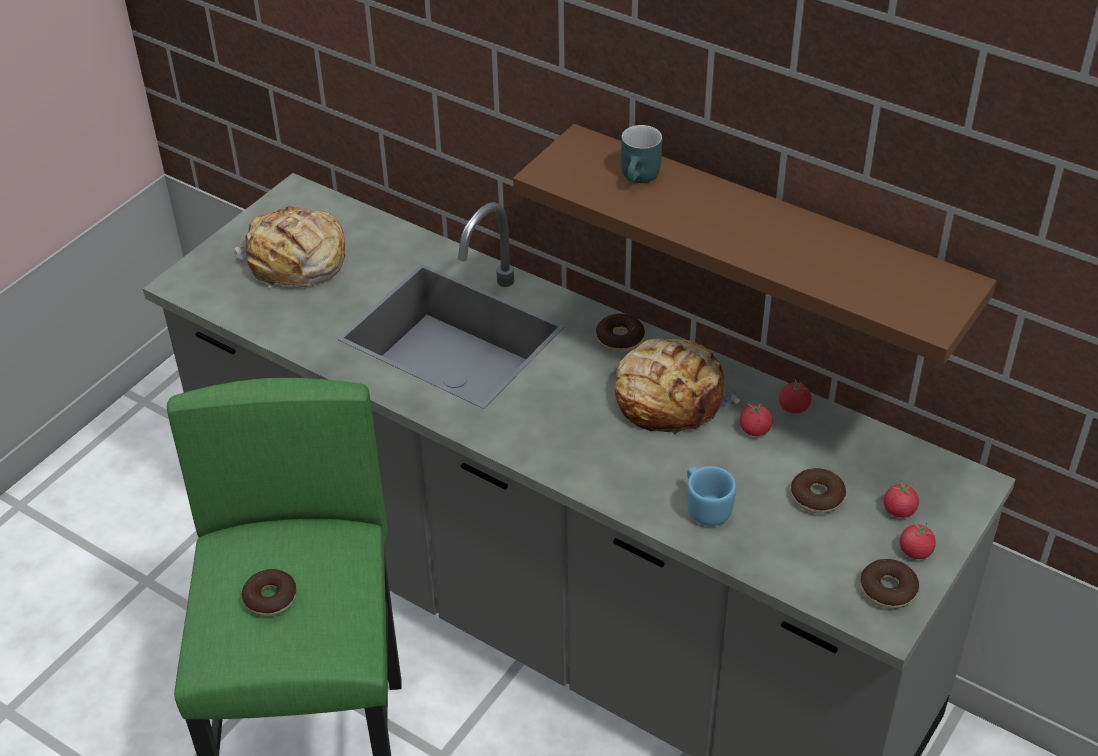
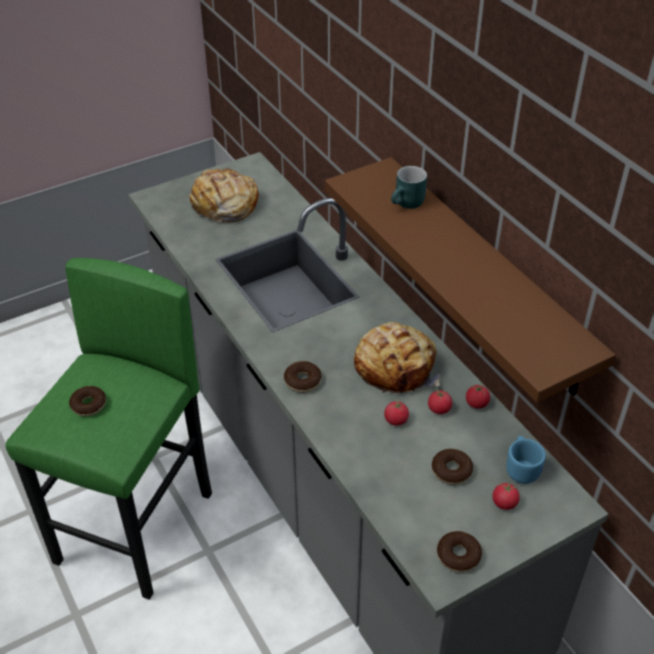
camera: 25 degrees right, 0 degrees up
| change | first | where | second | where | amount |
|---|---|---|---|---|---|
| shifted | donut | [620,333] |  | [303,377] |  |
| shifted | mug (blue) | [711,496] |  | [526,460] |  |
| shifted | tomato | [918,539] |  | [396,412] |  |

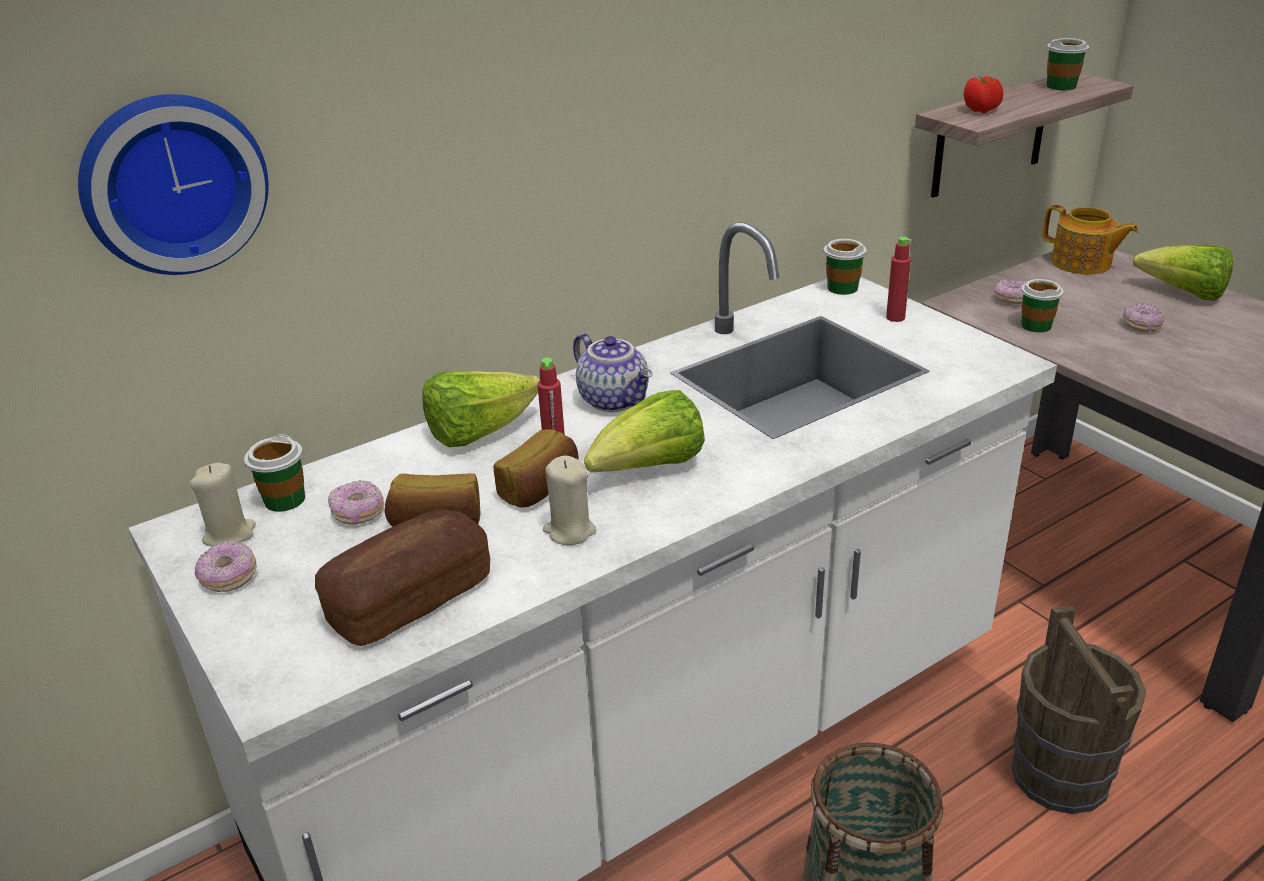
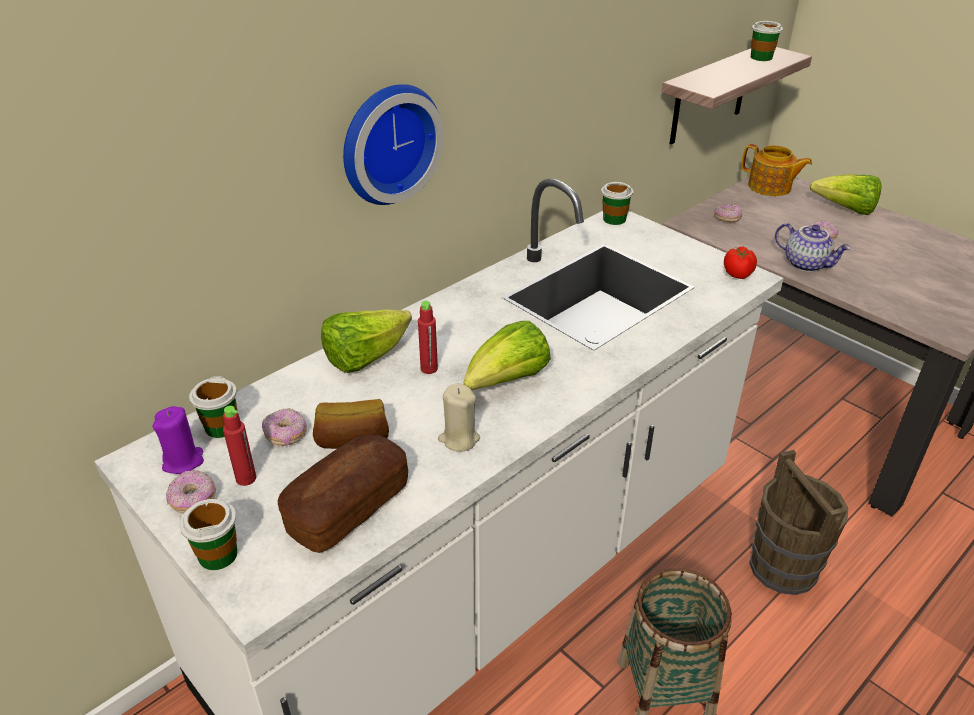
camera: 10 degrees left, 5 degrees up
| change | first | where | second | where | amount |
|---|---|---|---|---|---|
| gone | bread | [536,468] |  |  |  |
| shifted | wall clock | [173,184] |  | [393,144] |  |
| shifted | teapot | [612,372] |  | [813,247] |  |
| shifted | bottle (red) | [899,279] |  | [239,446] |  |
| shifted | tomato | [984,94] |  | [740,262] |  |
| shifted | cup | [1042,306] |  | [208,534] |  |
| repainted | candle (beige) | [223,505] | candle (purple) | [178,440] |  |

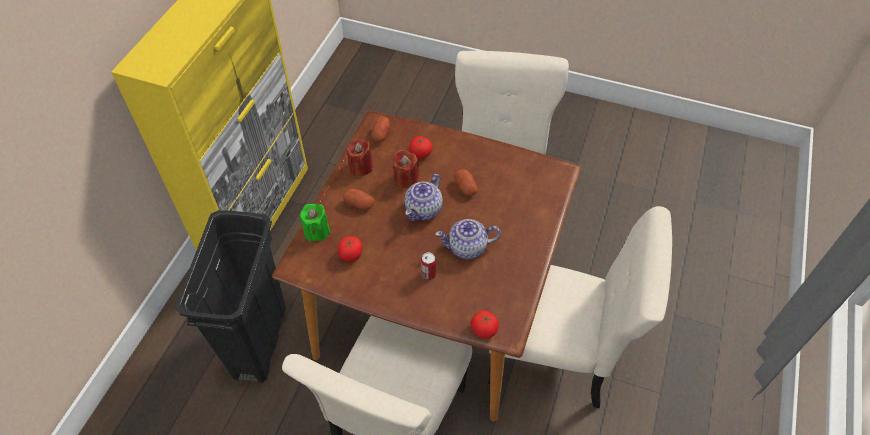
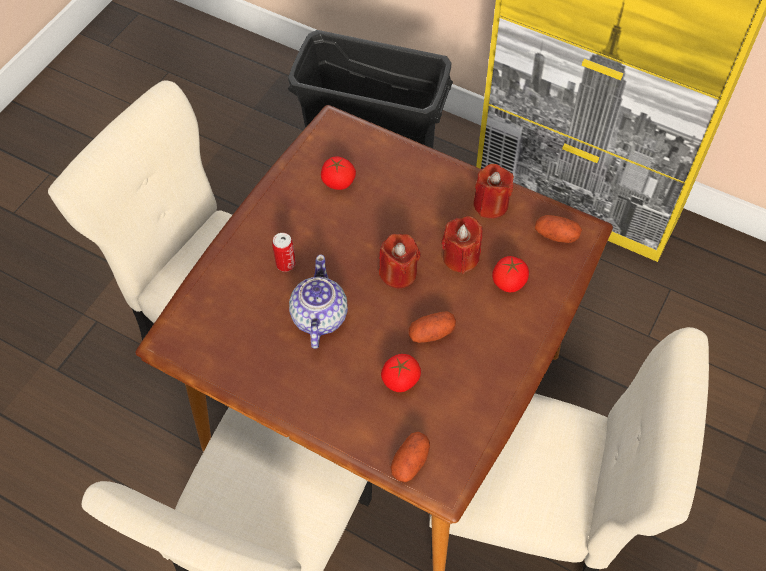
camera: 100 degrees right, 5 degrees up
| change | first | where | second | where | amount |
|---|---|---|---|---|---|
| gone | candle (green) | [315,223] |  |  |  |
| shifted | potato | [358,199] |  | [410,457] |  |
| shifted | tomato | [485,325] |  | [401,373] |  |
| swapped | teapot | [423,197] | candle (red) | [400,261] |  |

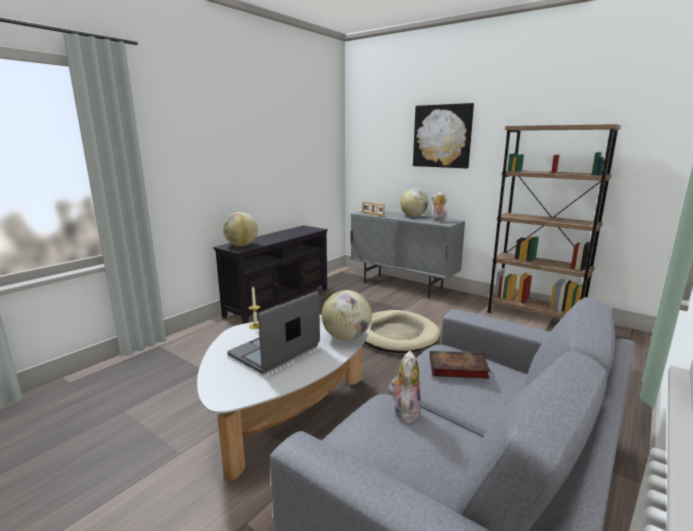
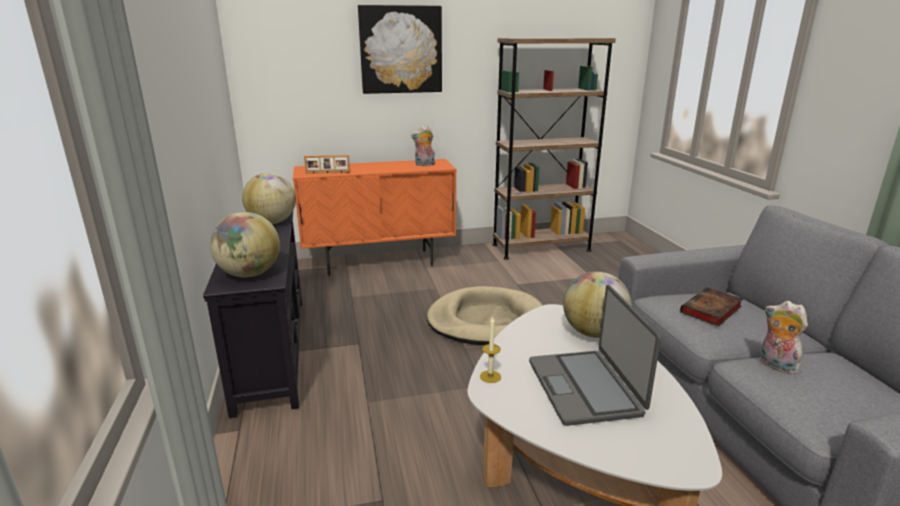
camera: 50 degrees left, 5 degrees up
| change | first | where | second | where | amount |
|---|---|---|---|---|---|
| shifted | globe | [414,203] |  | [269,198] |  |
| repainted | cabinet (grey) | [407,254] | cabinet (orange) | [375,217] |  |

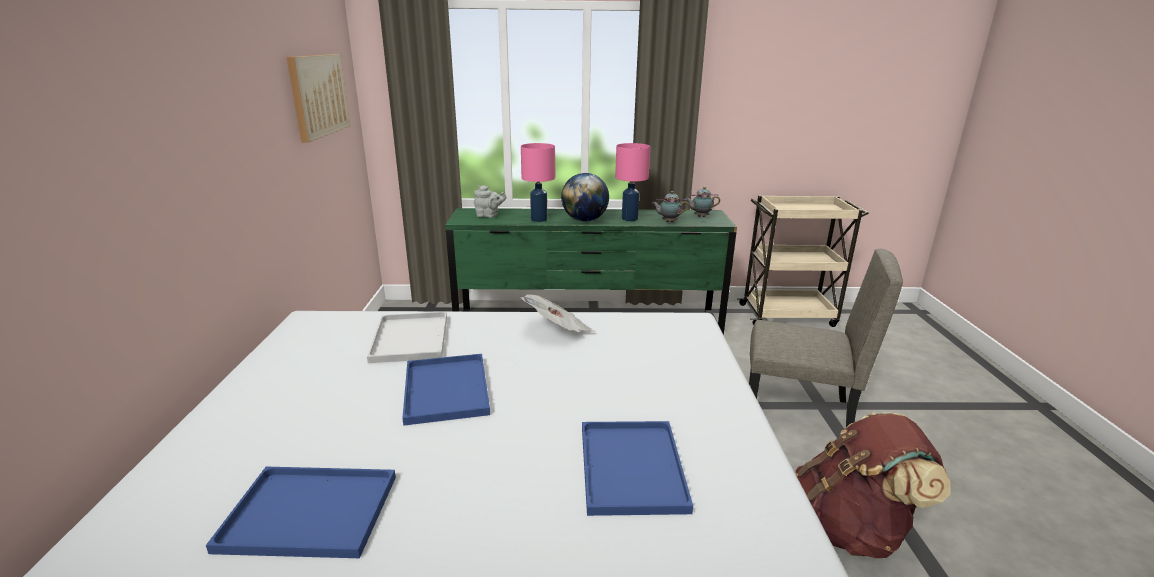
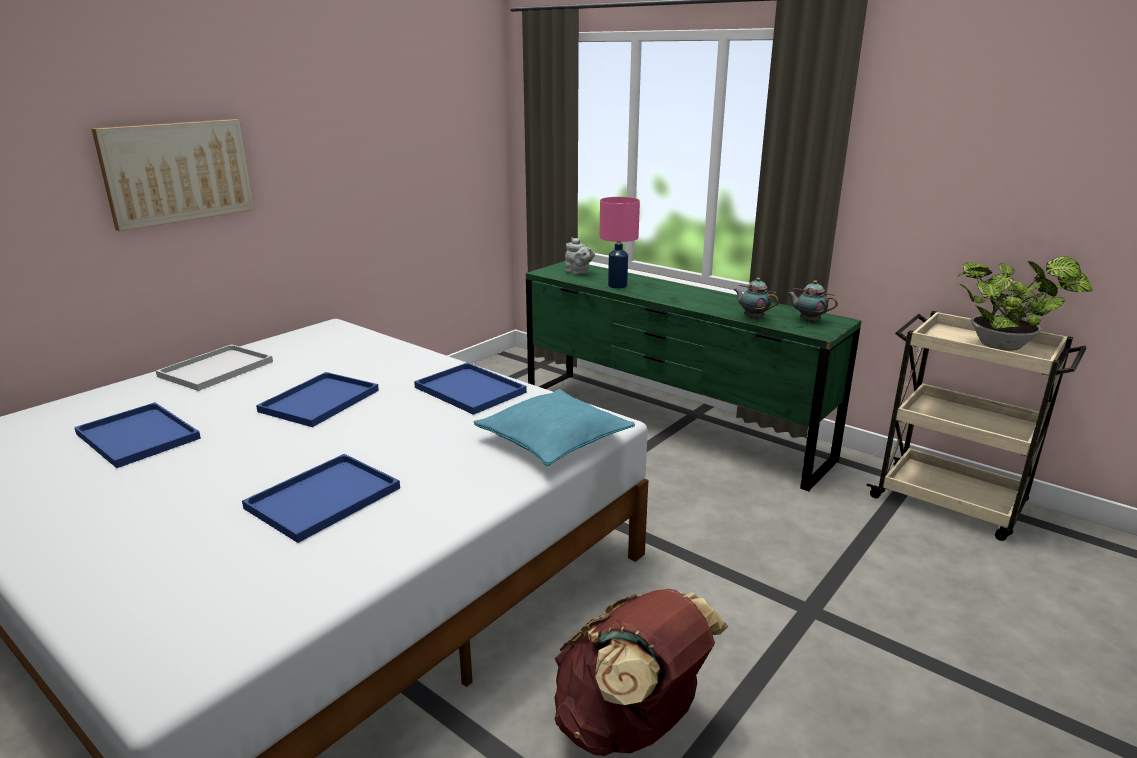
camera: 40 degrees right, 0 degrees up
| change | first | where | second | where | amount |
|---|---|---|---|---|---|
| gone | globe | [585,197] |  |  |  |
| gone | table lamp (pink) | [632,182] |  |  |  |
| gone | chair (beige) | [826,338] |  |  |  |
| new |  |  | pillow (turquoise) | [554,427] |  |
| new |  |  | potted plant | [1024,304] |  |
| shifted | picture | [318,98] |  | [172,175] |  |
| shifted | tray (white) | [407,337] |  | [214,367] |  |
| swapped | newspaper | [557,313] | tray (blue) | [470,389] |  |

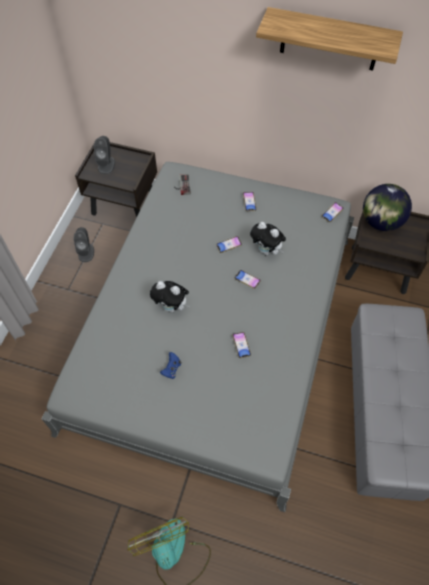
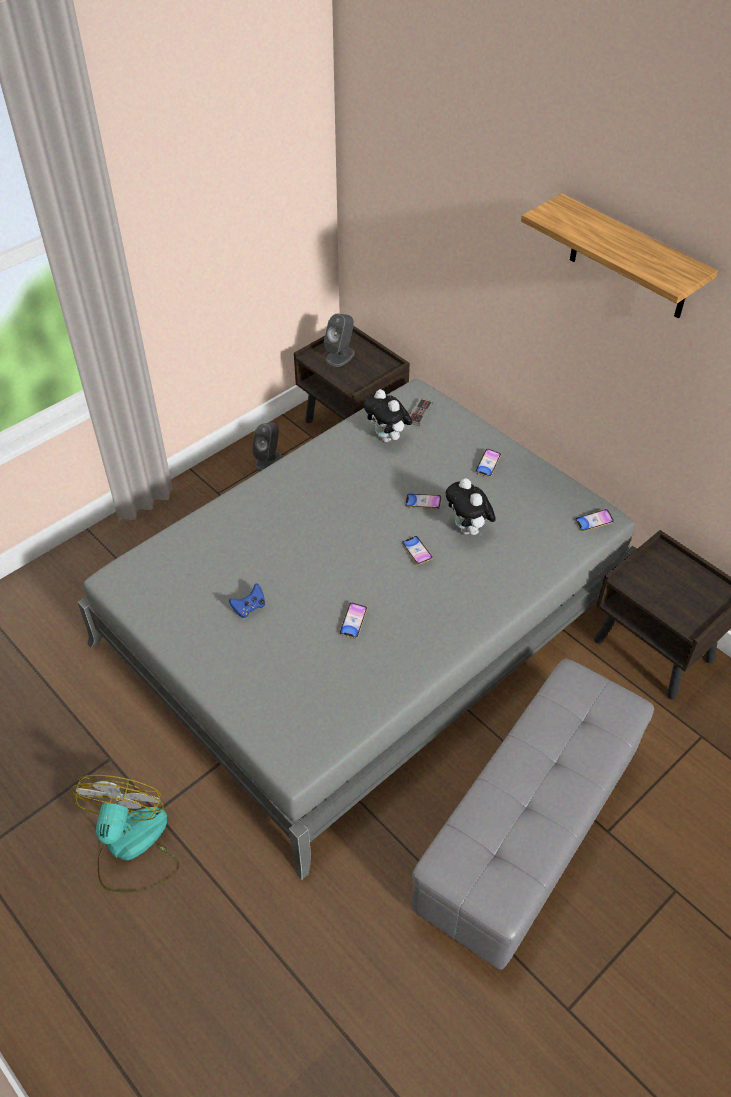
camera: 30 degrees right, 10 degrees down
| change | first | where | second | where | amount |
|---|---|---|---|---|---|
| gone | globe | [387,207] |  |  |  |
| shifted | plush toy | [170,296] |  | [387,415] |  |

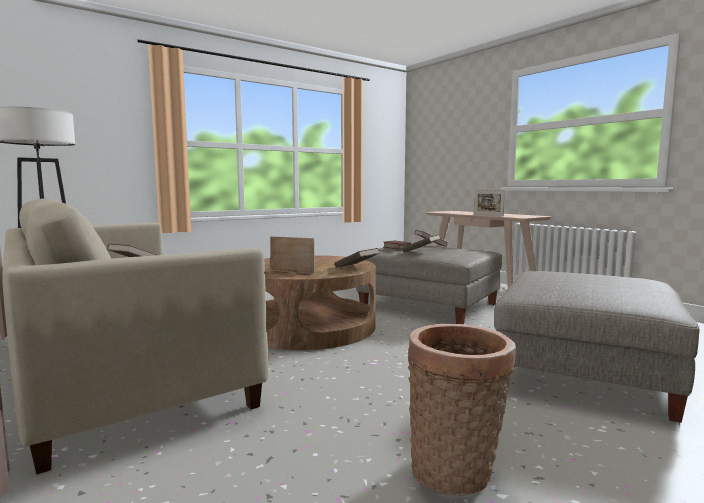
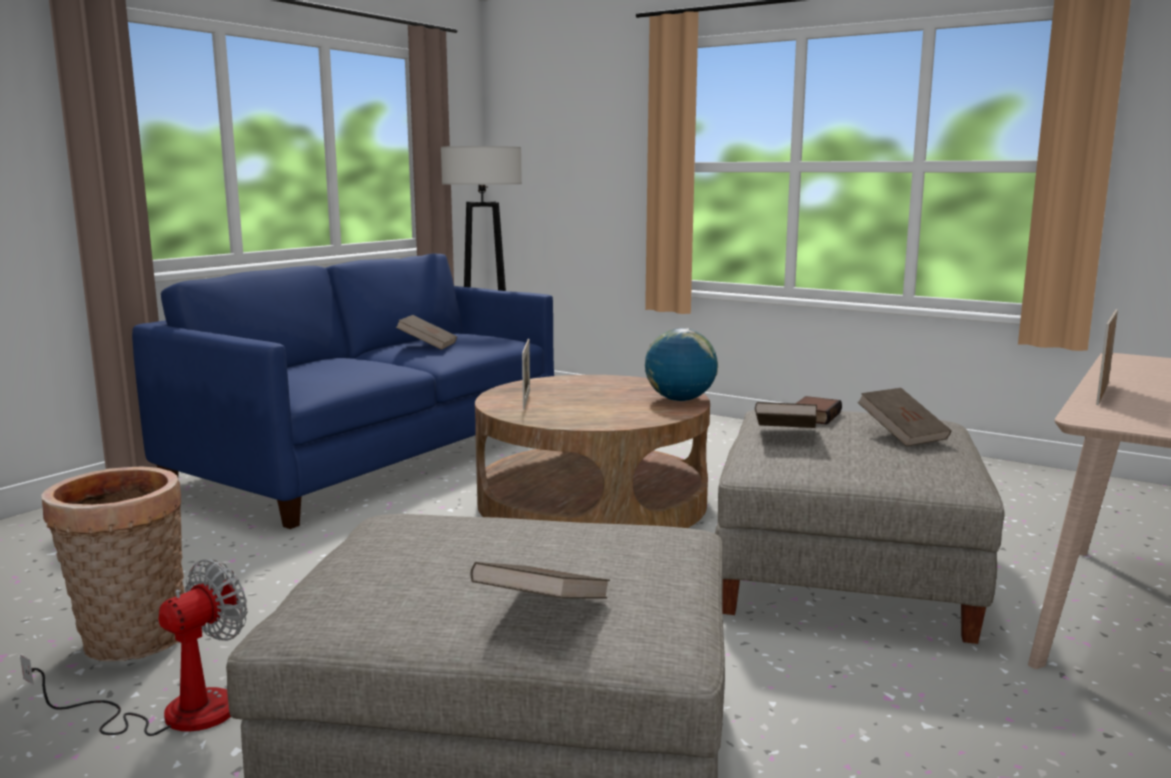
camera: 70 degrees right, 5 degrees up
| change | first | where | second | where | amount |
|---|---|---|---|---|---|
| new |  |  | fan | [134,647] |  |
| new |  |  | globe | [681,364] |  |
| shifted | book (brown) | [357,258] |  | [540,580] |  |
| repainted | sofa (beige) | [135,336] | sofa (blue) | [343,391] |  |

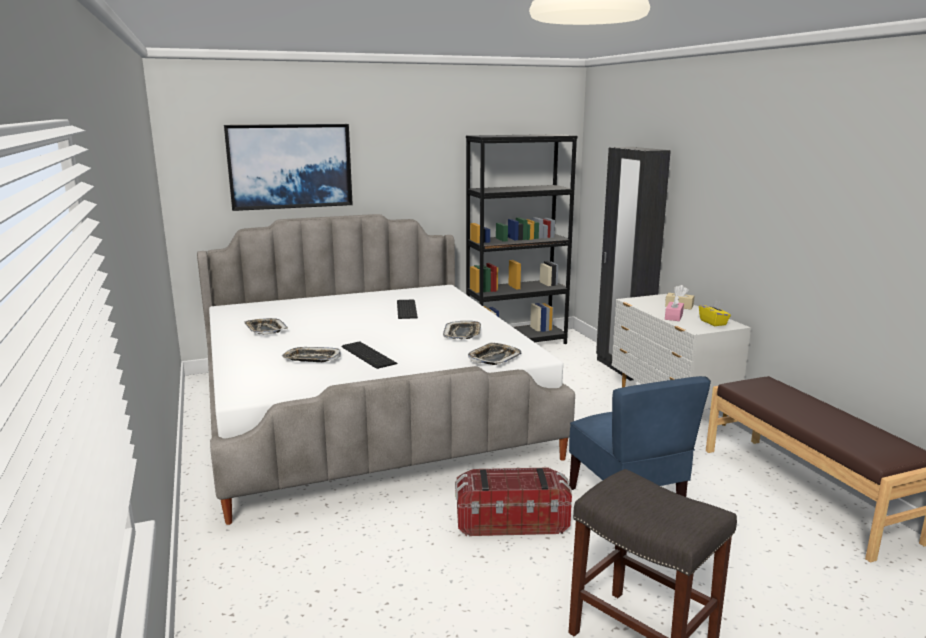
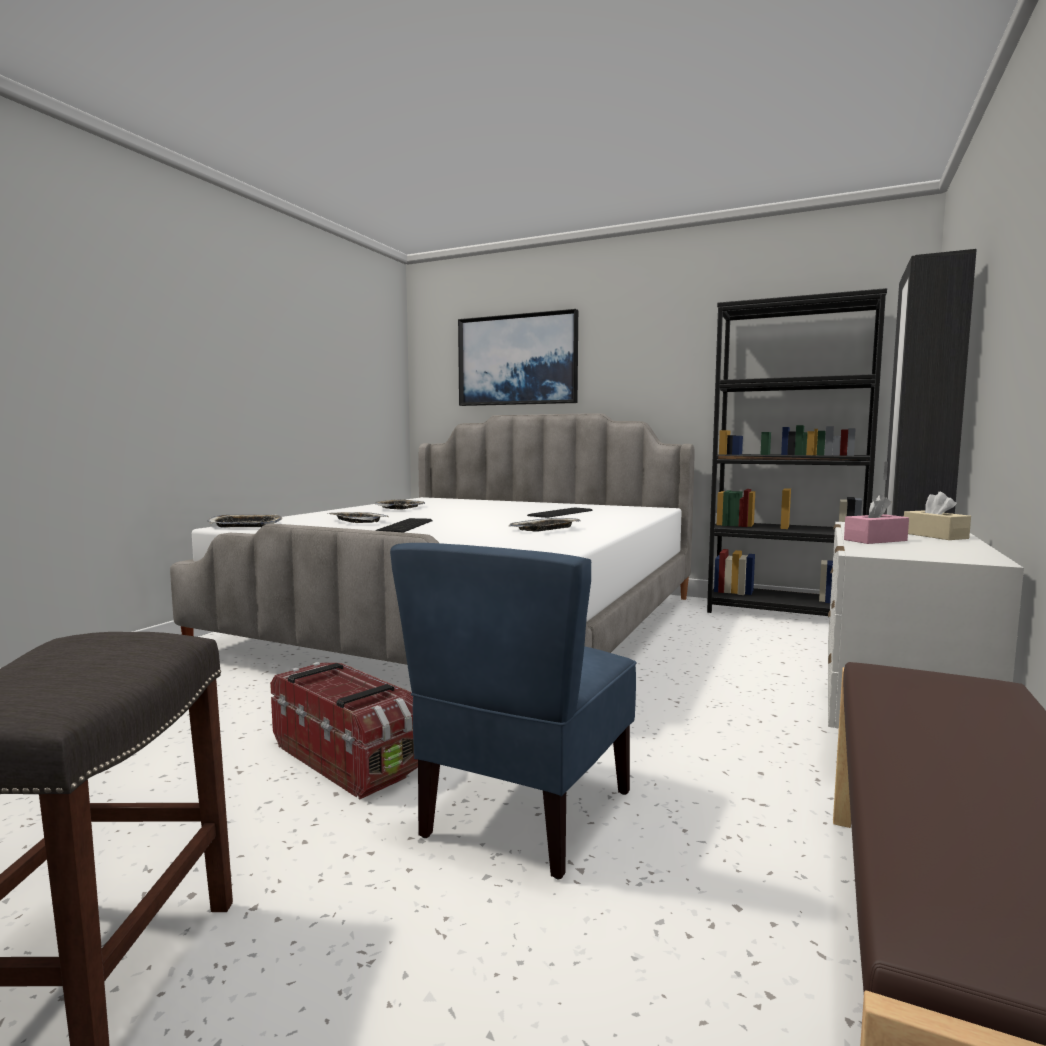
camera: 45 degrees right, 10 degrees down
| change | first | where | second | where | amount |
|---|---|---|---|---|---|
| gone | tissue box (yellow) | [715,313] |  |  |  |
| shifted | tray | [494,354] |  | [245,521] |  |

